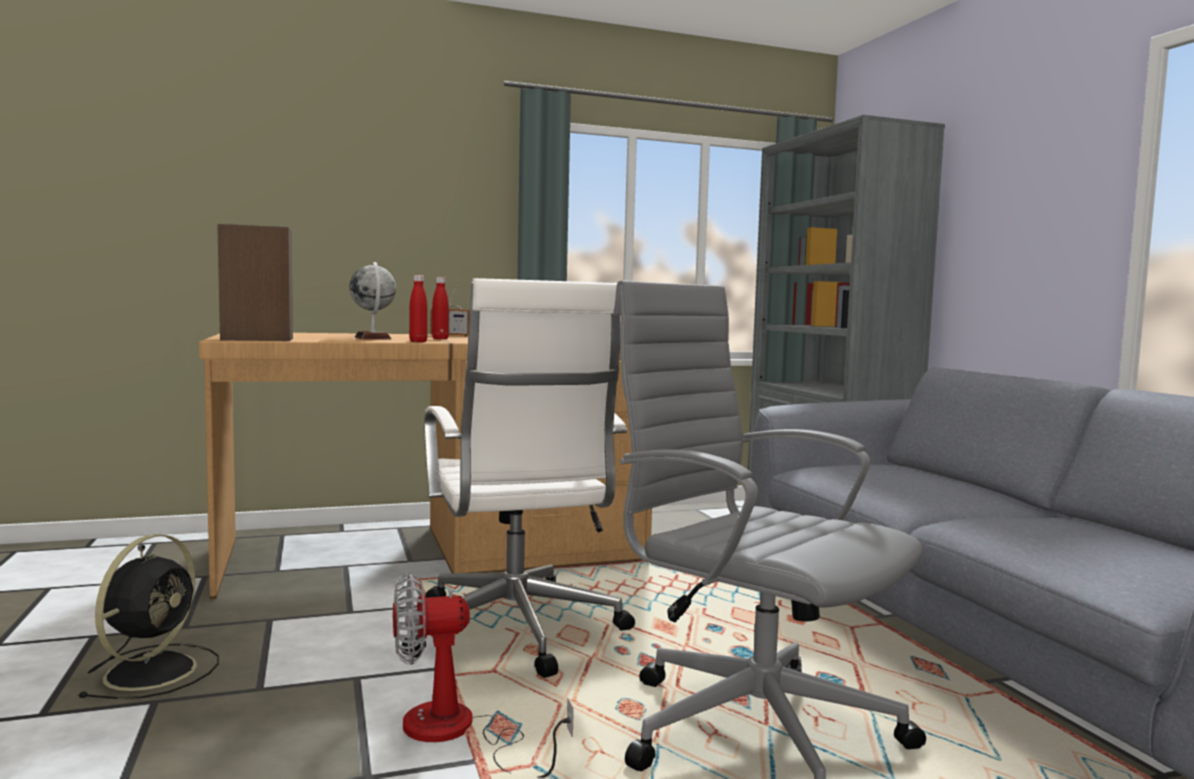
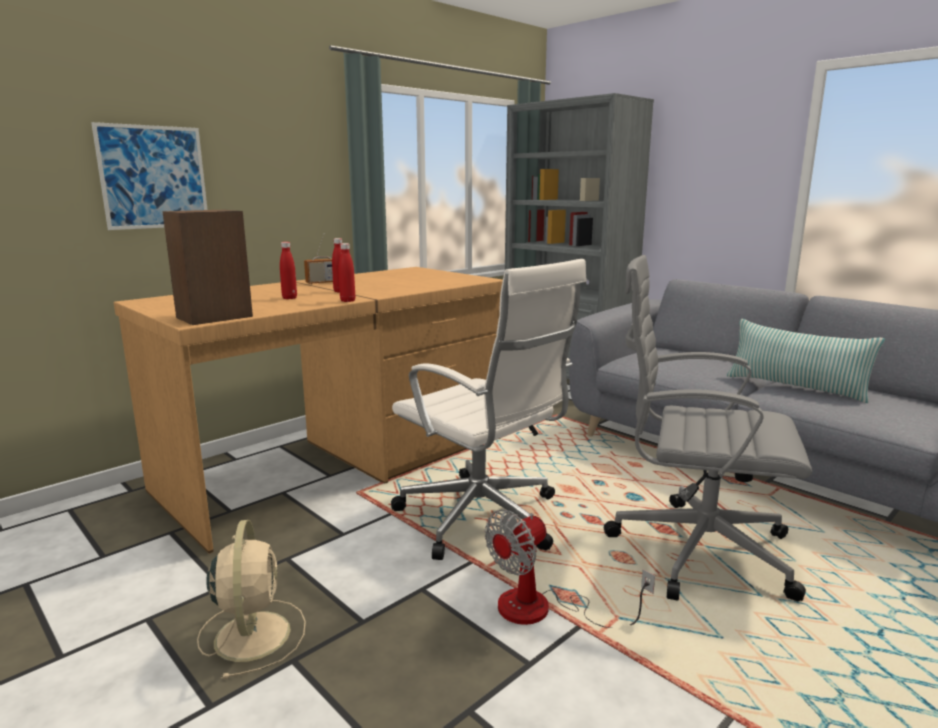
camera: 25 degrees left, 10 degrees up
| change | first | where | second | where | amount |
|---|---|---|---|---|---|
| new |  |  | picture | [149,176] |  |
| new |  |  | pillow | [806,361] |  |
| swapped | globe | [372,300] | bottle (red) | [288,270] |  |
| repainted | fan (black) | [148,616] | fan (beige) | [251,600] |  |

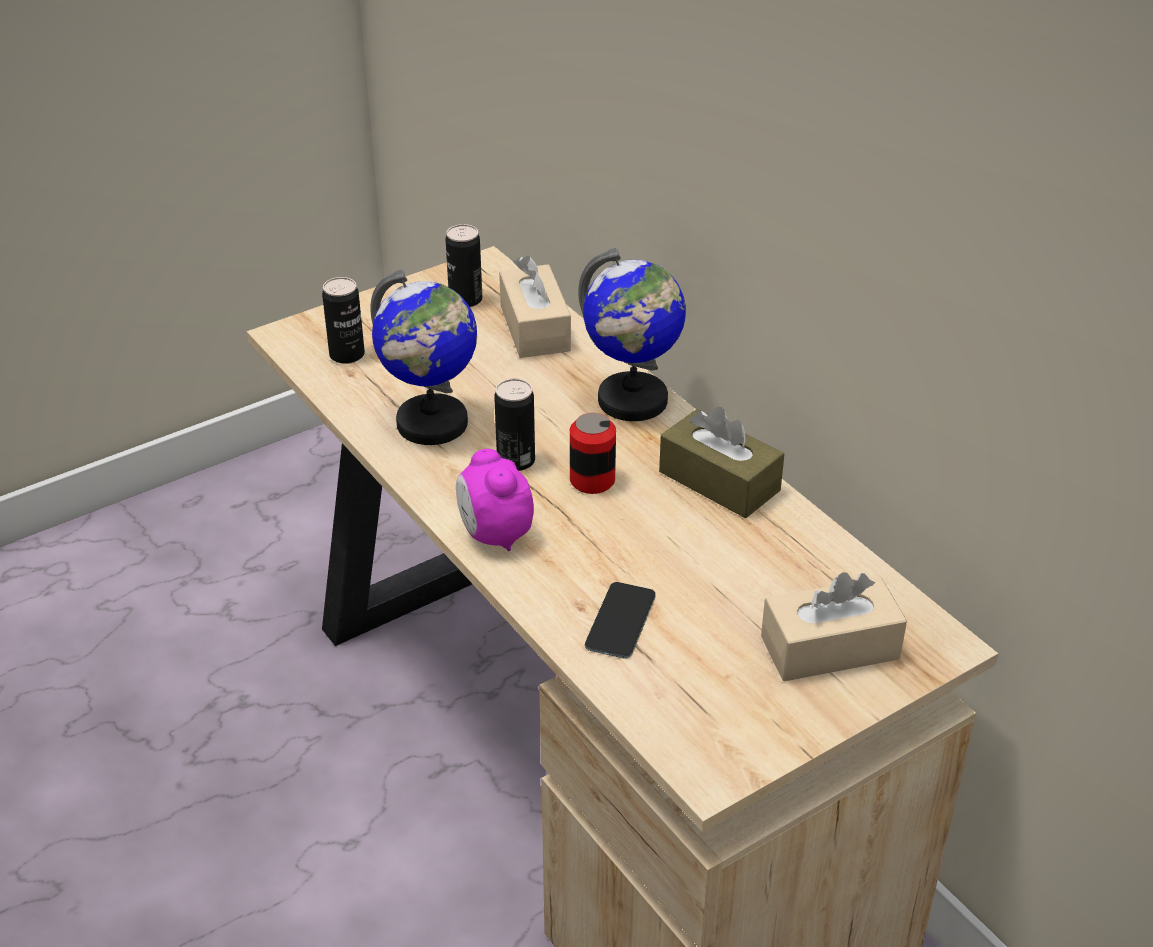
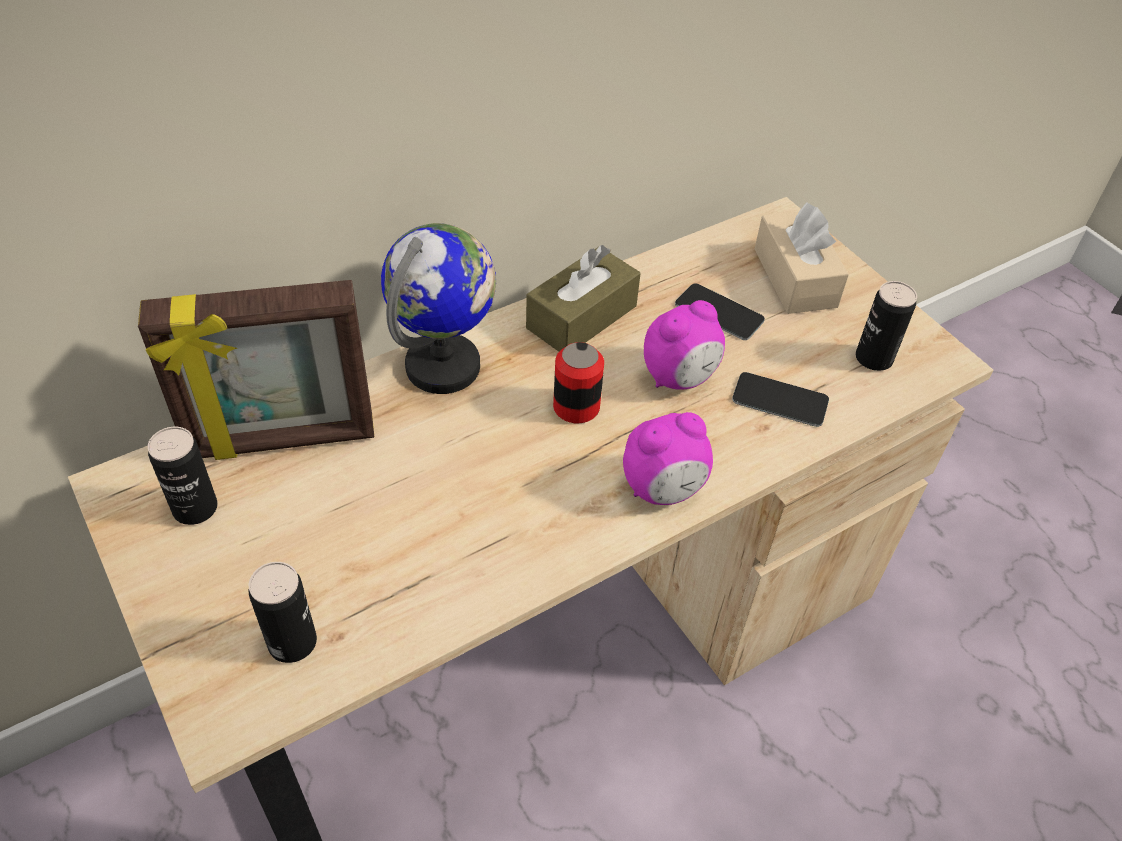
camera: 90 degrees left, 10 degrees up
| change | first | where | second | where | amount |
|---|---|---|---|---|---|
| gone | globe | [423,357] |  |  |  |
| new |  |  | alarm clock | [684,345] |  |
| new |  |  | phone | [720,312] |  |
| shifted | can | [514,425] |  | [886,326] |  |
| swapped | tissue box (beige) | [535,307] | picture frame | [256,370] |  |

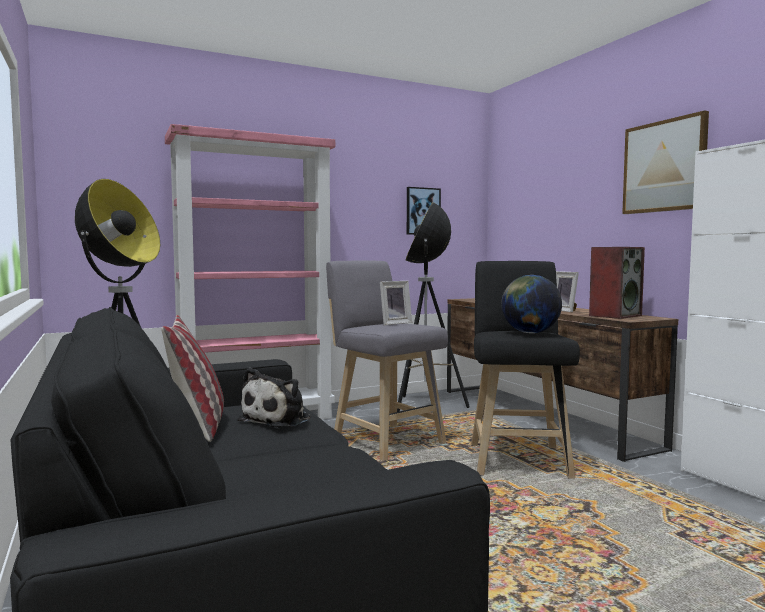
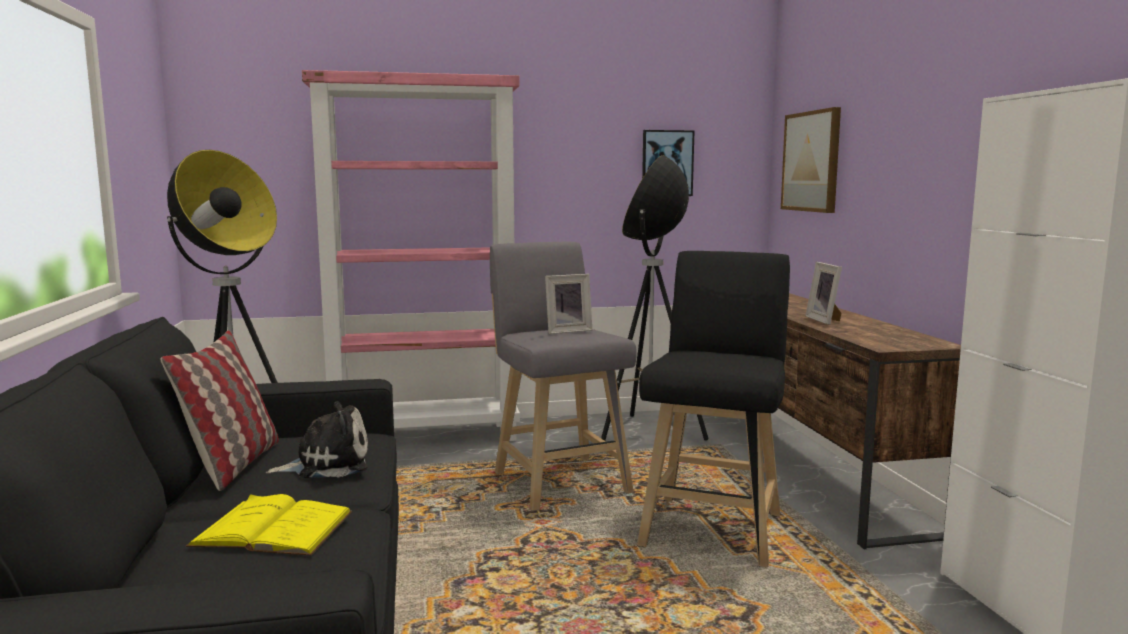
camera: 15 degrees right, 5 degrees up
| change | first | where | second | where | amount |
|---|---|---|---|---|---|
| gone | globe | [531,304] |  |  |  |
| gone | speaker | [617,283] |  |  |  |
| new |  |  | book (yellow) | [269,525] |  |
| shifted | picture | [665,162] |  | [811,160] |  |
| rotated | plush toy | [274,397] |  | [317,439] | 150 degrees counterclockwise |

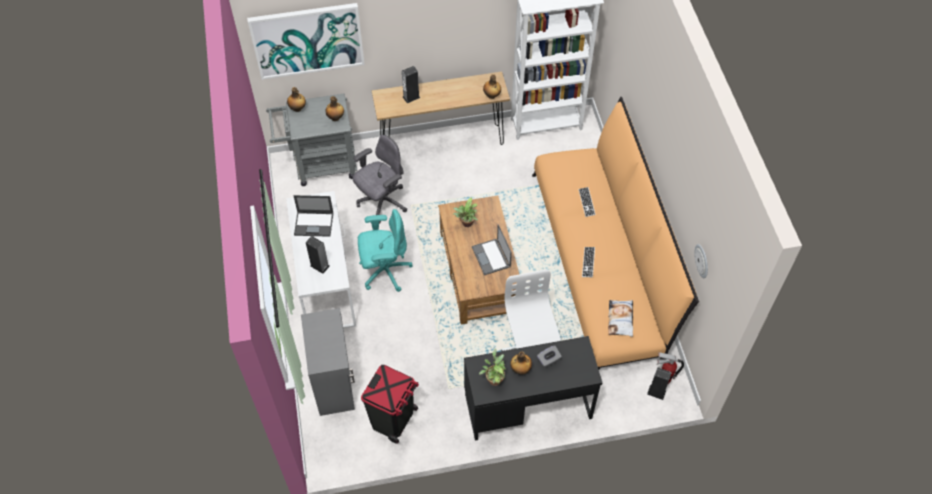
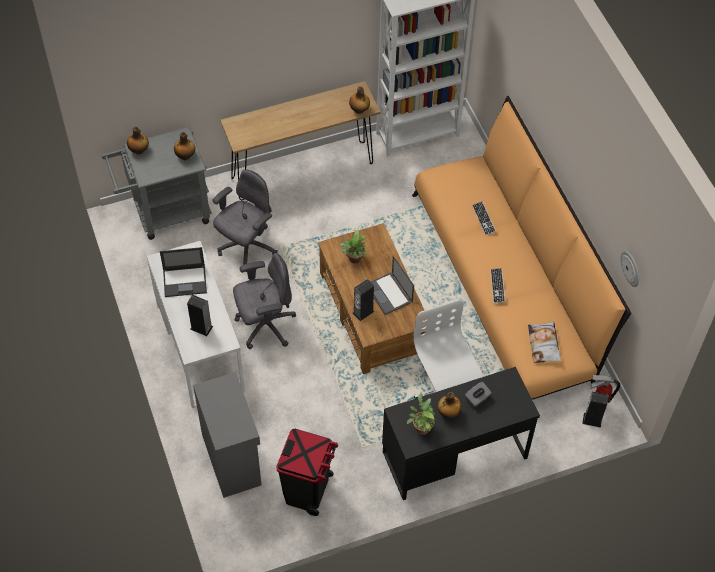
camera: 10 degrees left, 0 degrees up
| change | first | where | second | where | amount |
|---|---|---|---|---|---|
| gone | picture | [306,41] |  |  |  |
| shifted | speaker | [411,84] |  | [364,300] |  |
| repainted | office chair (turquoise) | [385,250] | office chair (grey) | [264,301] |  |

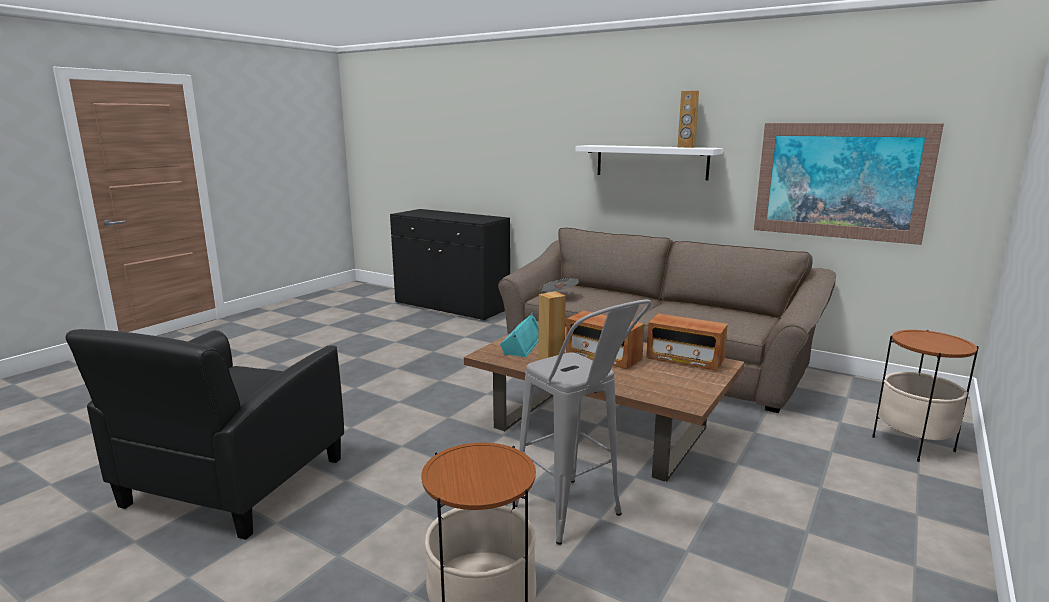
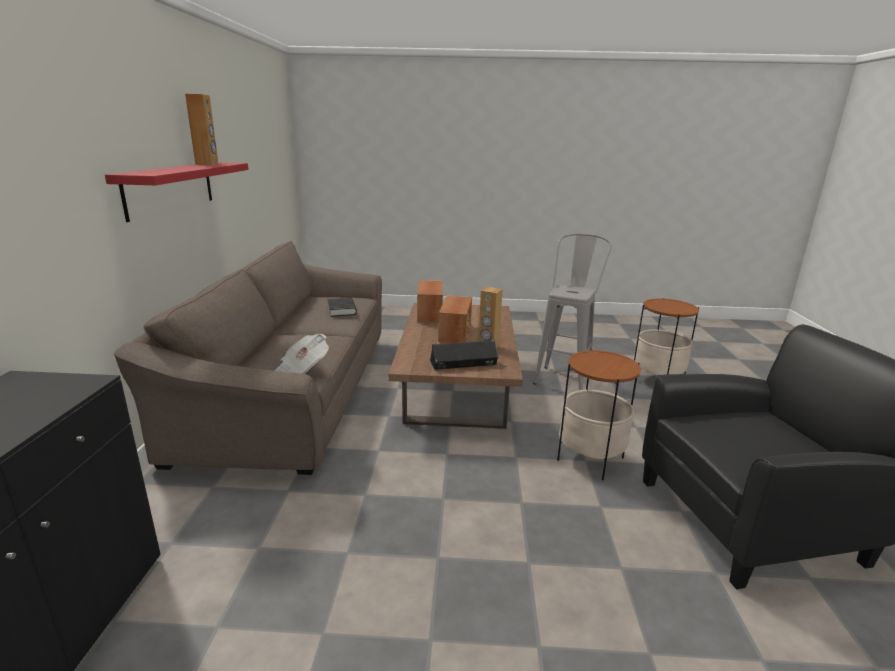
camera: 120 degrees left, 5 degrees up
| change | first | where | second | where | amount |
|---|---|---|---|---|---|
| gone | picture | [849,184] |  |  |  |
| new |  |  | book (black) | [342,307] |  |
| shifted | side table | [925,396] |  | [599,414] |  |
| repainted | speaker (turquoise) | [519,335] | speaker (black) | [464,355] |  |
| repainted | shelf (white) | [649,162] | shelf (red) | [177,192] |  |

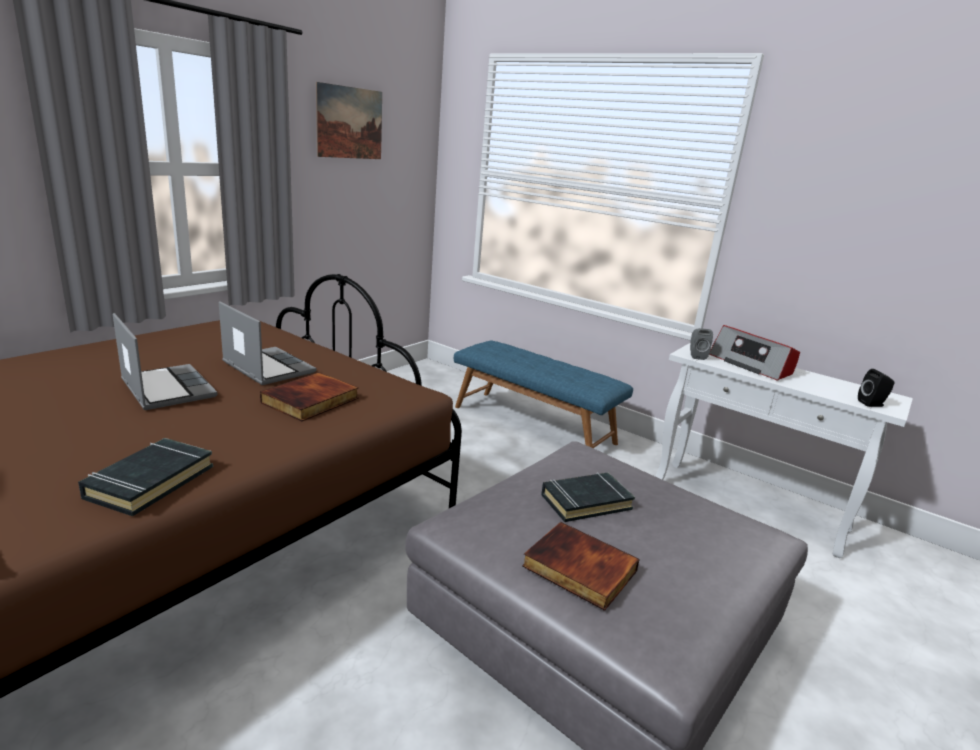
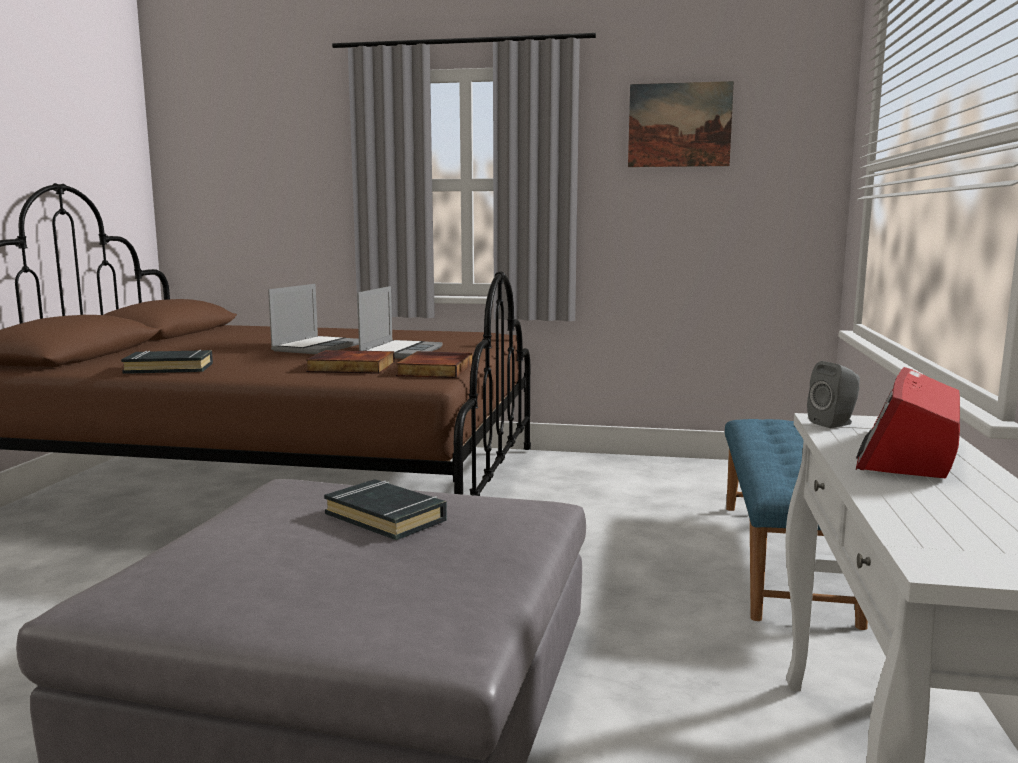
camera: 65 degrees right, 10 degrees down
| change | first | where | second | where | amount |
|---|---|---|---|---|---|
| gone | speaker (black) | [876,388] |  |  |  |
| shifted | book | [581,566] |  | [434,364] |  |

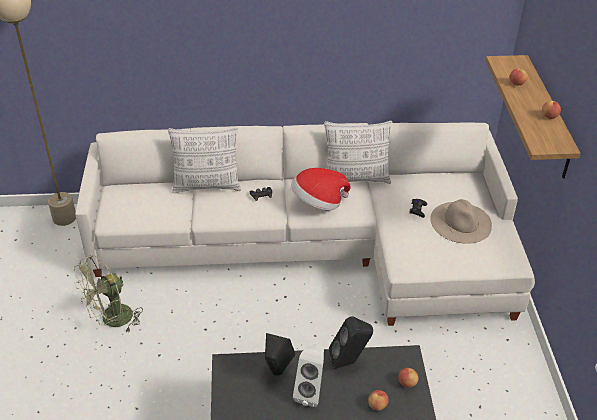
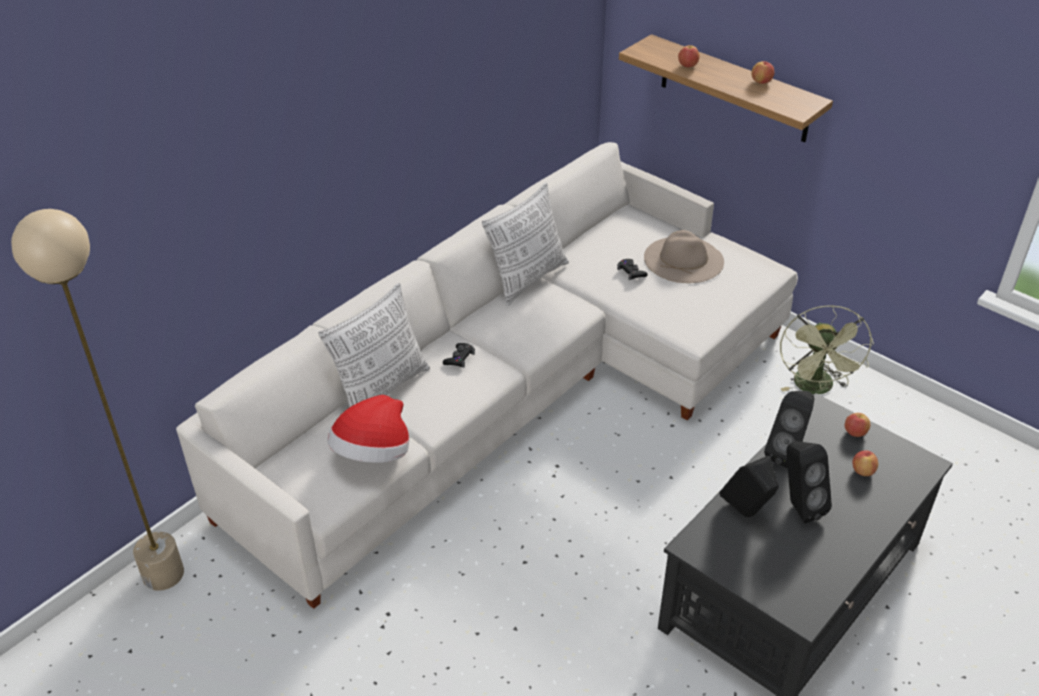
camera: 45 degrees left, 0 degrees up
| change | first | where | second | where | amount |
|---|---|---|---|---|---|
| shifted | fan (green) | [108,294] |  | [827,349] |  |
| shifted | hat | [321,189] |  | [368,429] |  |
| repainted | speaker (white) | [308,375] | speaker (black) | [809,482] |  |

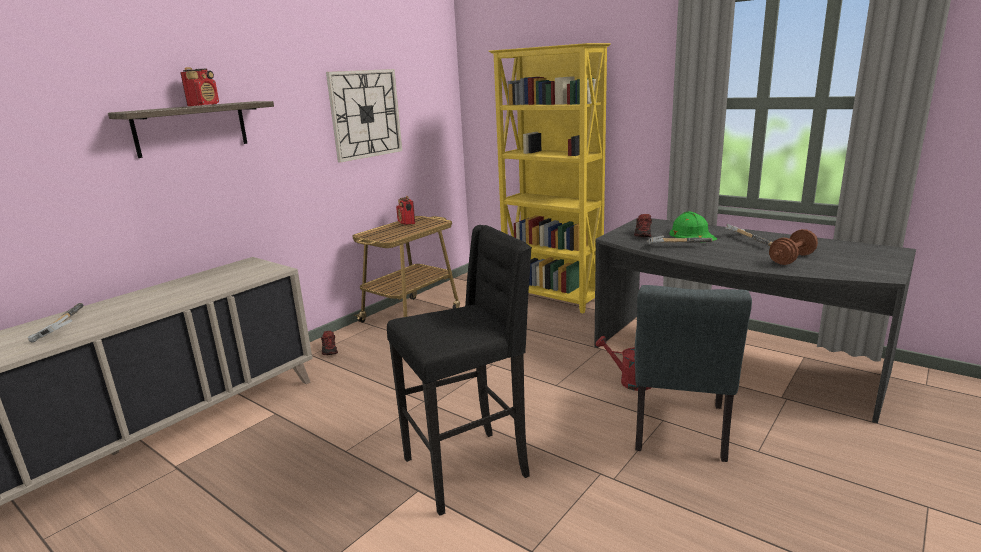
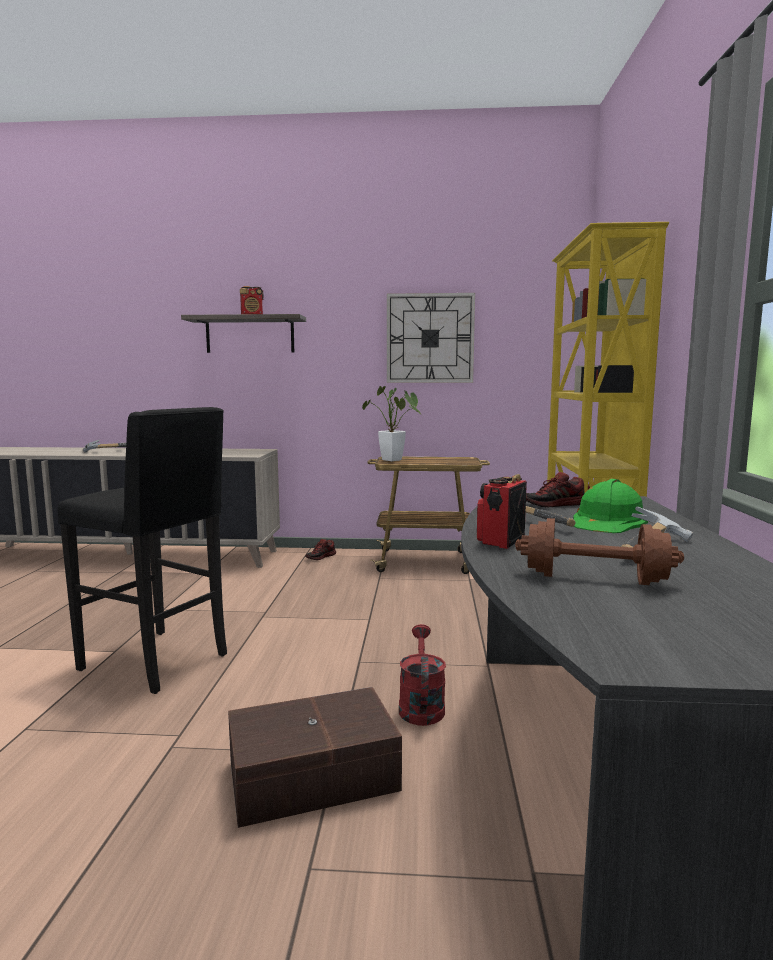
camera: 55 degrees right, 10 degrees down
| change | first | where | second | where | amount |
|---|---|---|---|---|---|
| new |  |  | potted plant | [391,423] |  |
| shifted | radio | [405,210] |  | [502,511] |  |
| swapped | chair (grey) | [693,373] | storage box (brown) | [315,757] |  |

